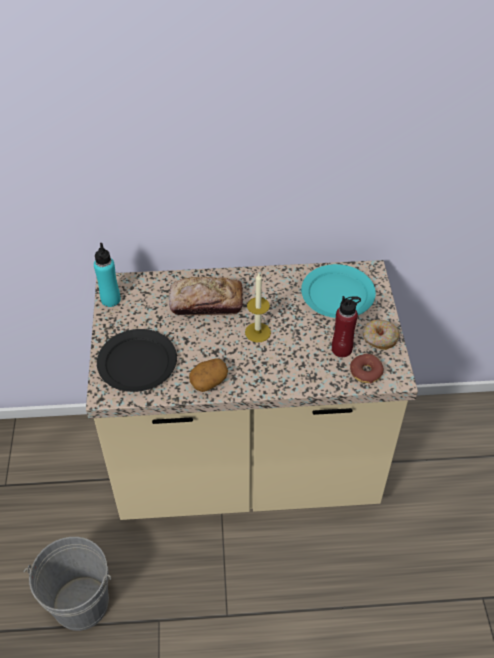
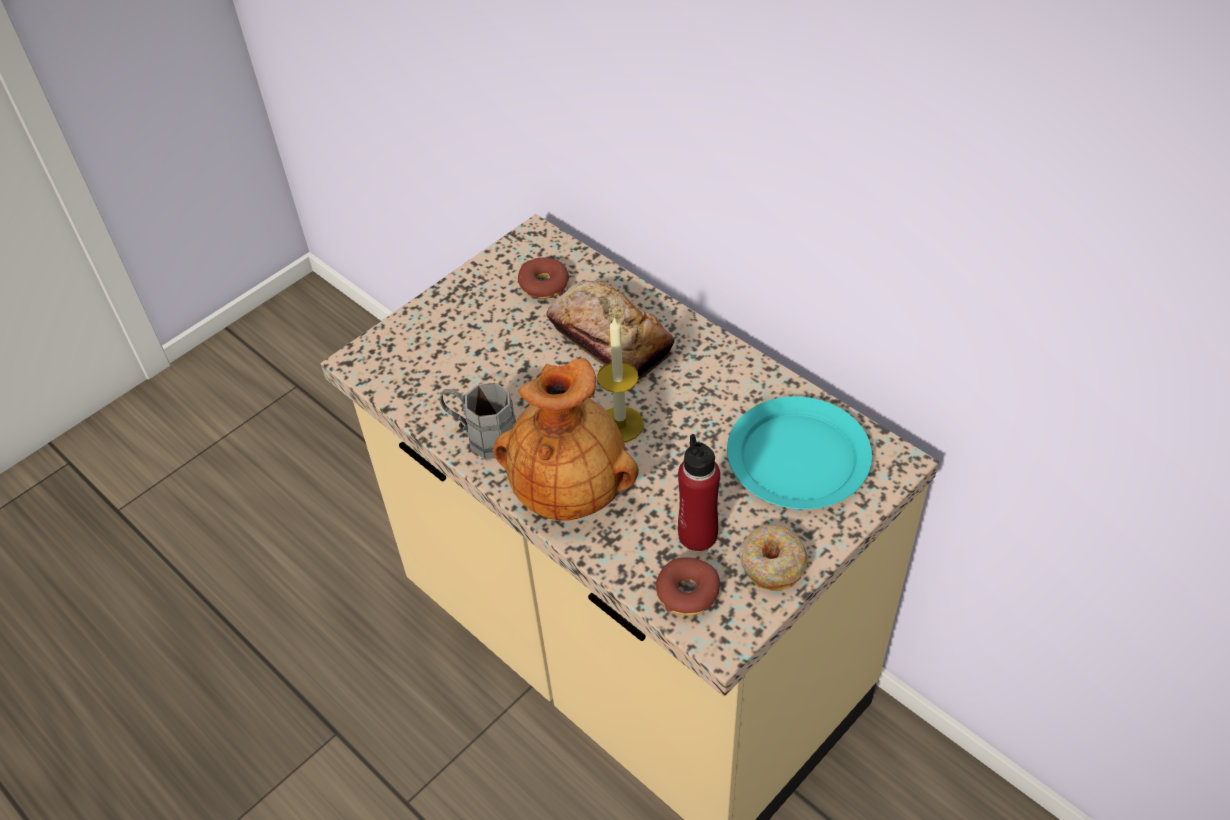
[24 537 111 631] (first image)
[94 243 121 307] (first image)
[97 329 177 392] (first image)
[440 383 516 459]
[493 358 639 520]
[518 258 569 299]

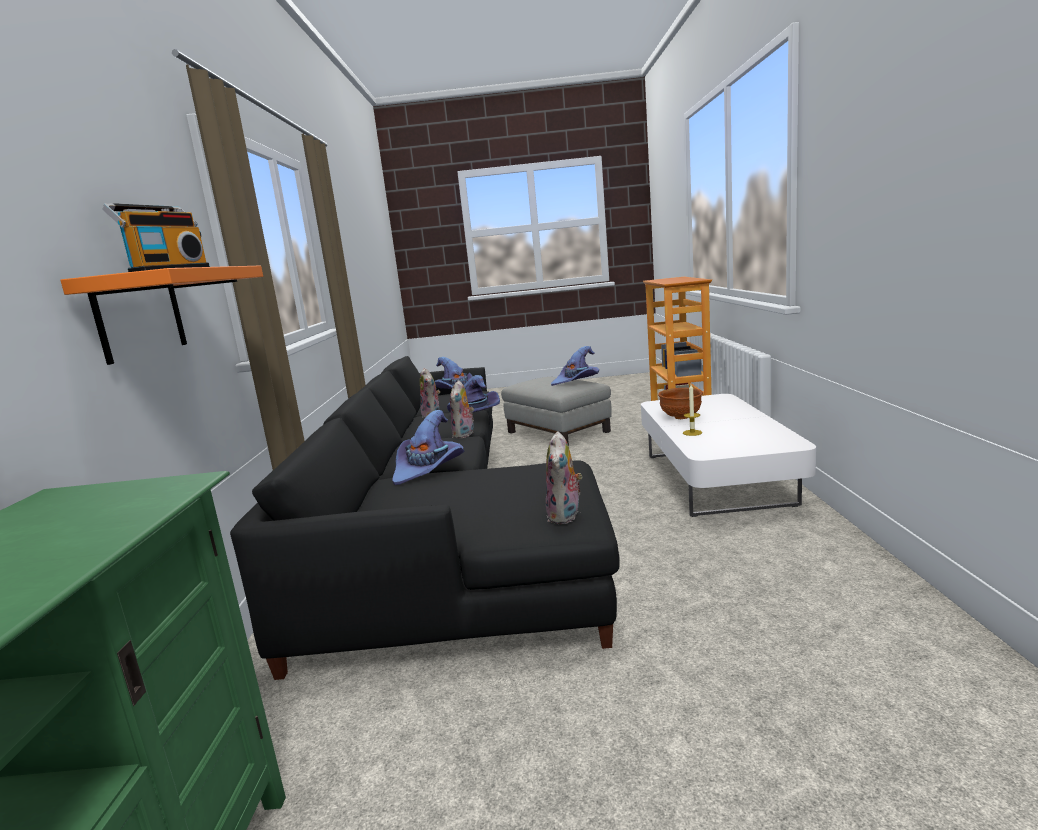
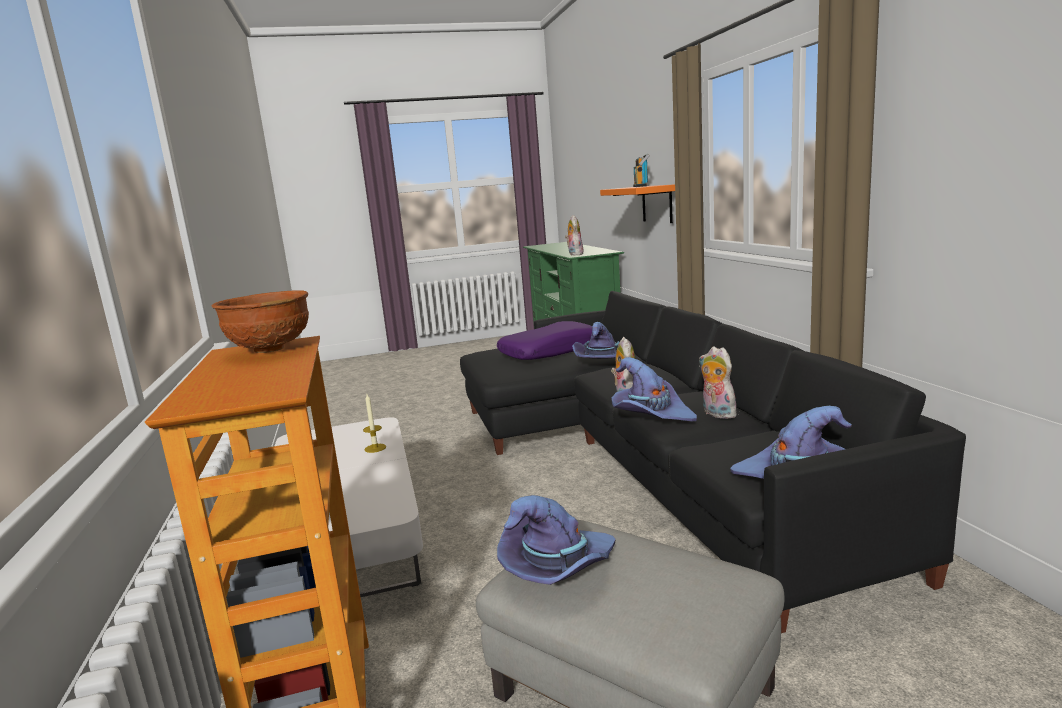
[565 215 583 256]
[212 290 309 353]
[497 321 592 360]

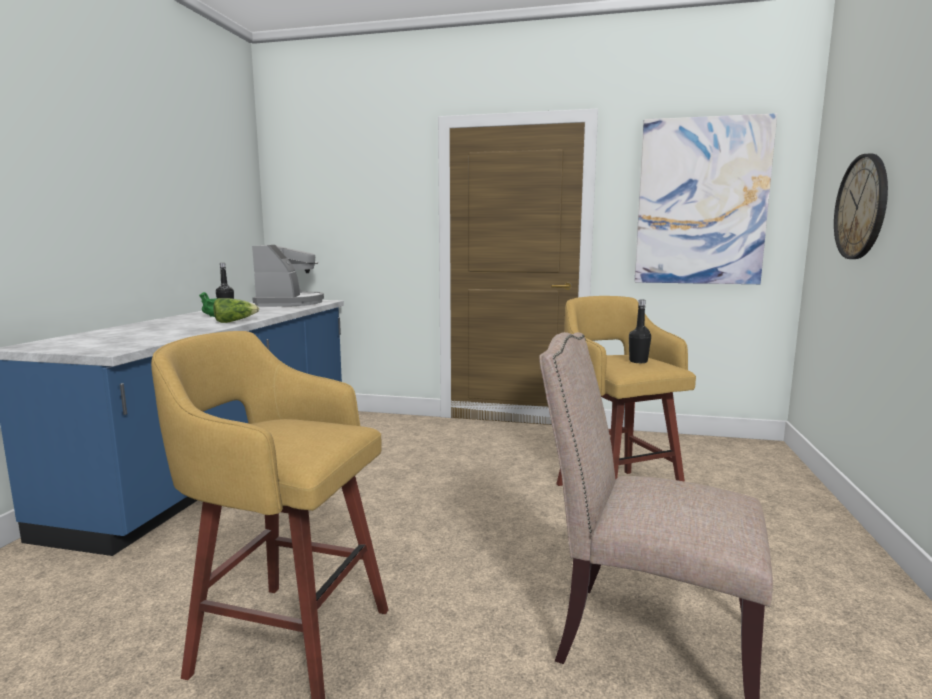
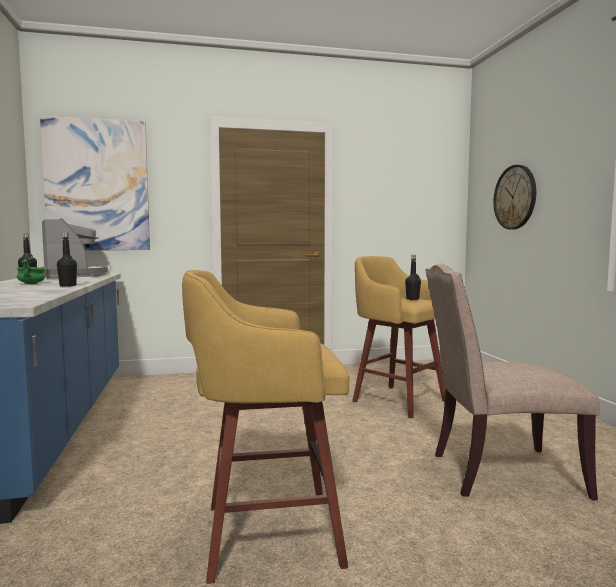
[57 232 77 286]
[40 116 150 250]

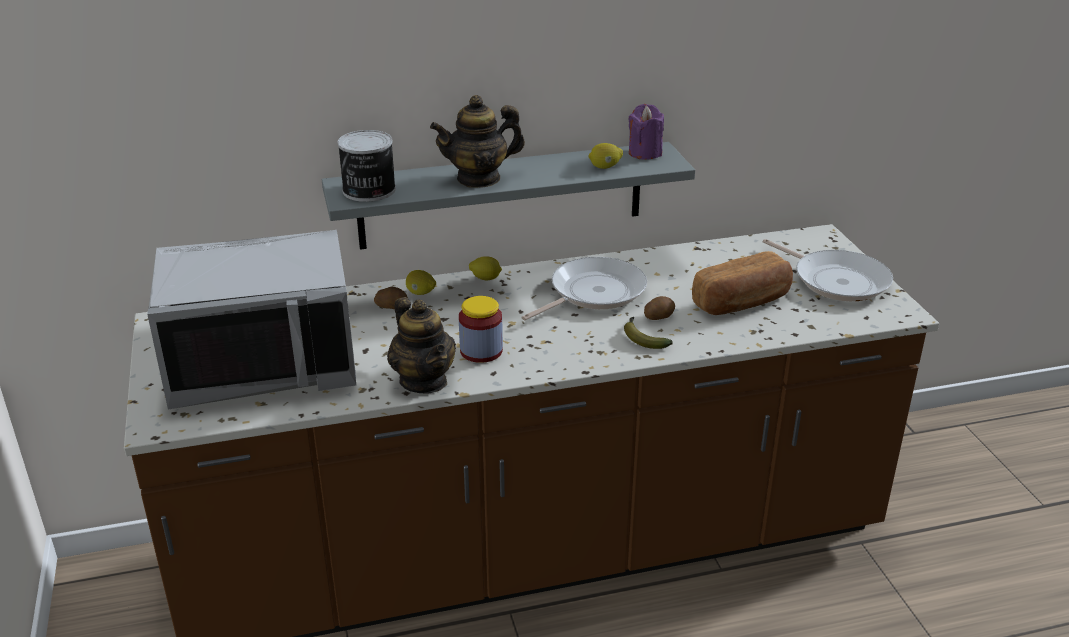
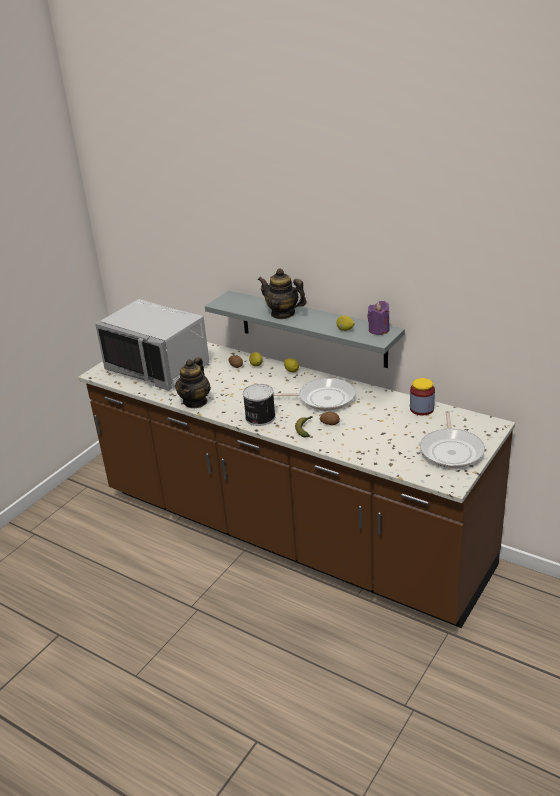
[243 384 276 426]
[410 378 435 415]
[692 251 793 315] (first image)

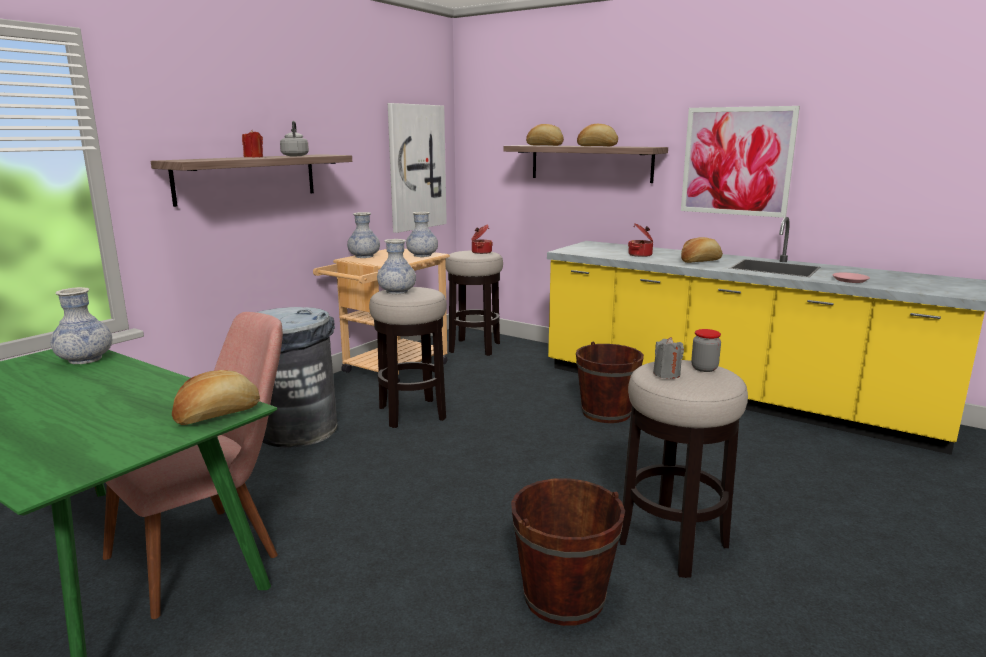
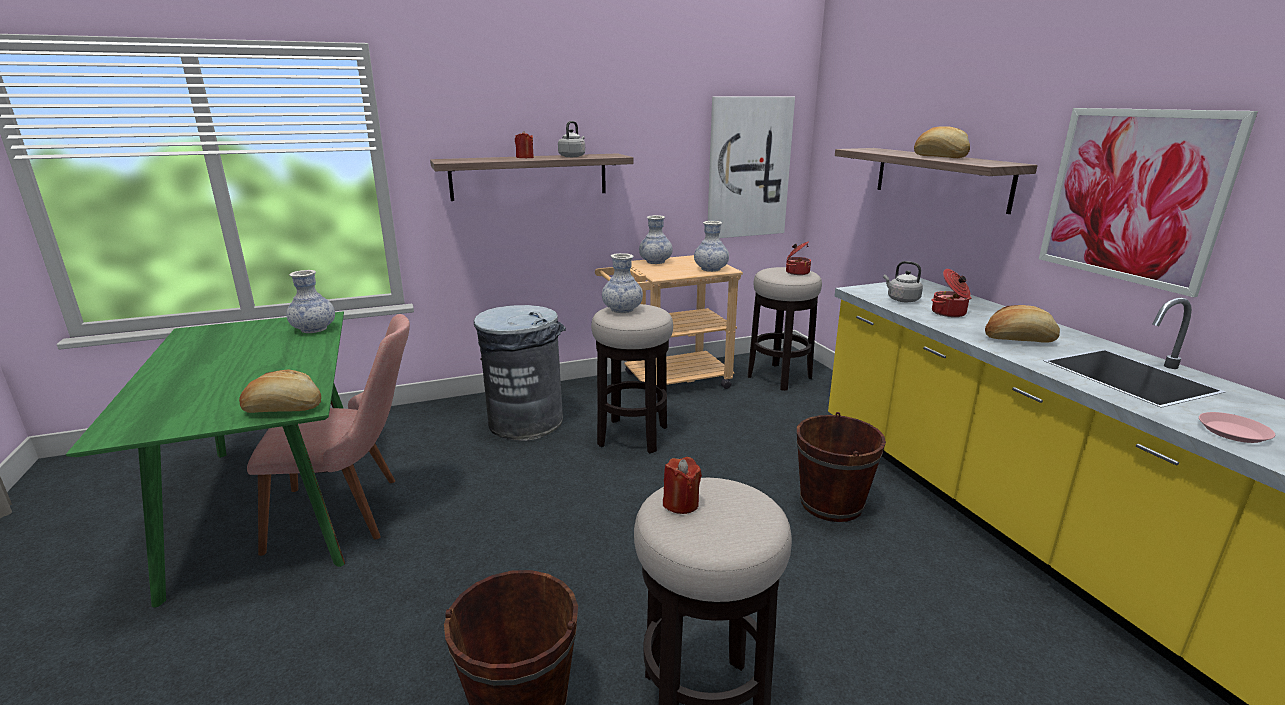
[526 124 564 146] (first image)
[663 457 702 514]
[691 329 721 372] (first image)
[883 261 923 302]

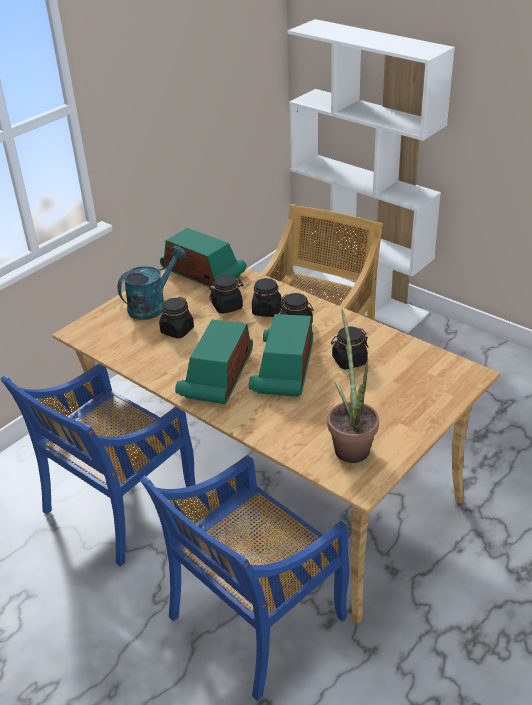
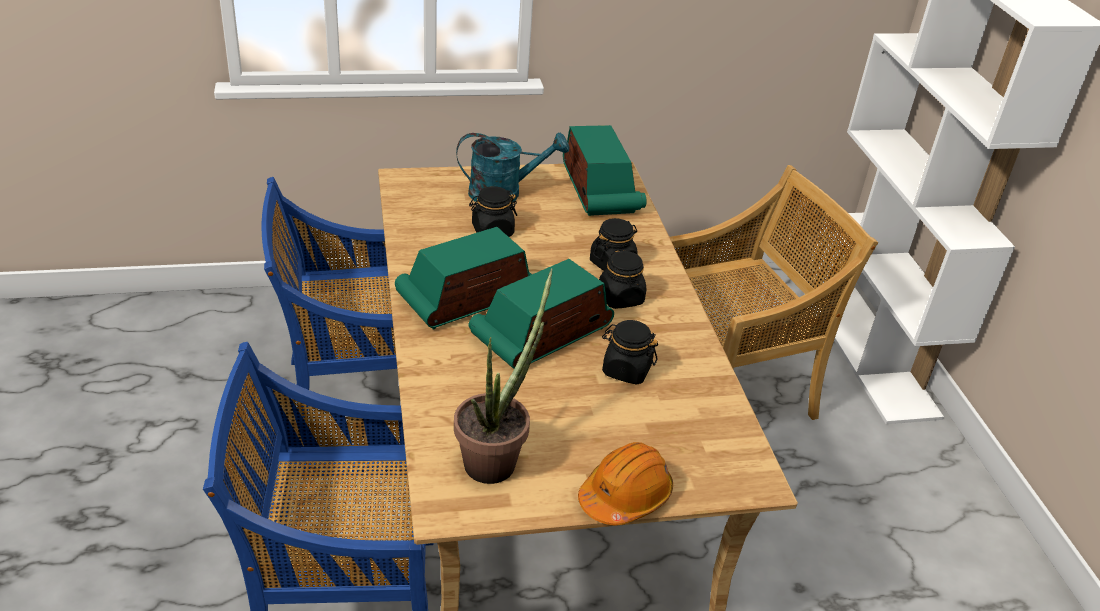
[209 275 243 314] (first image)
[578 442 673 525]

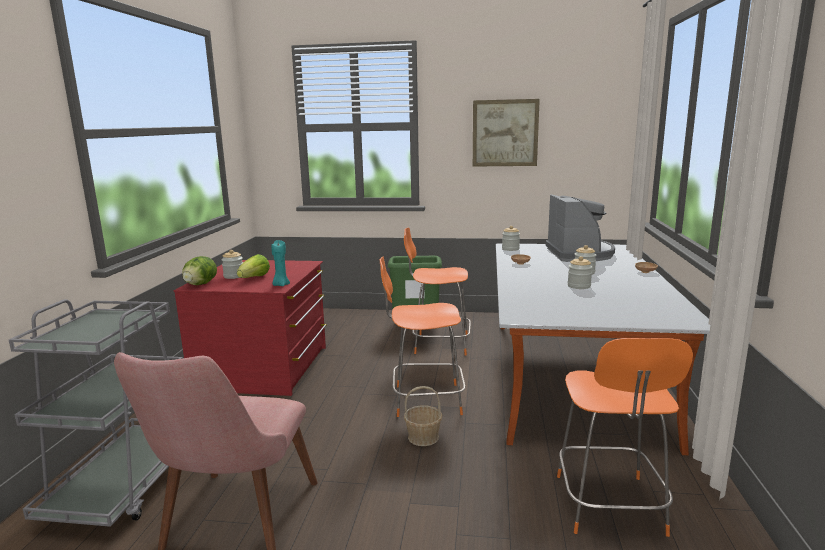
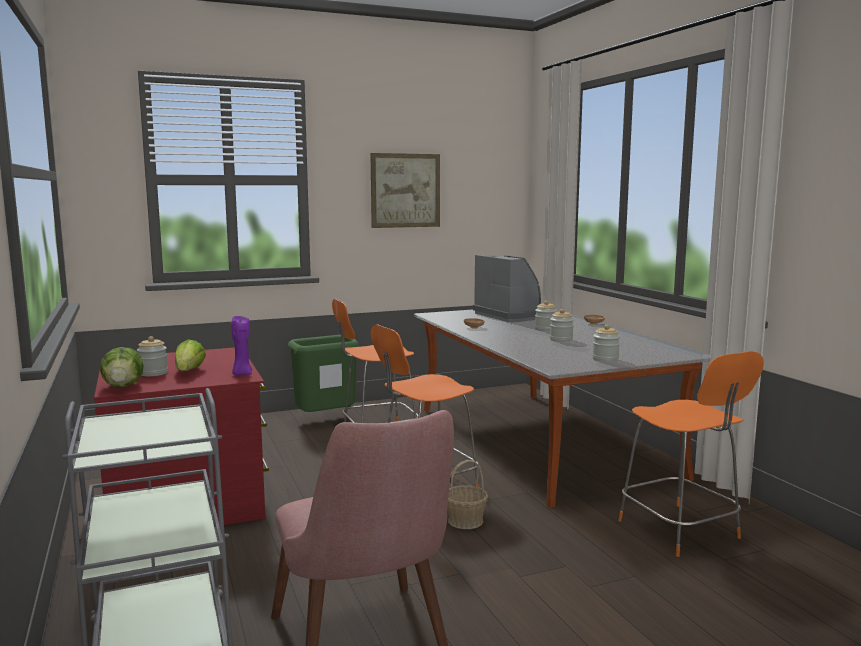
[231 316 252 375]
[592 325 620 362]

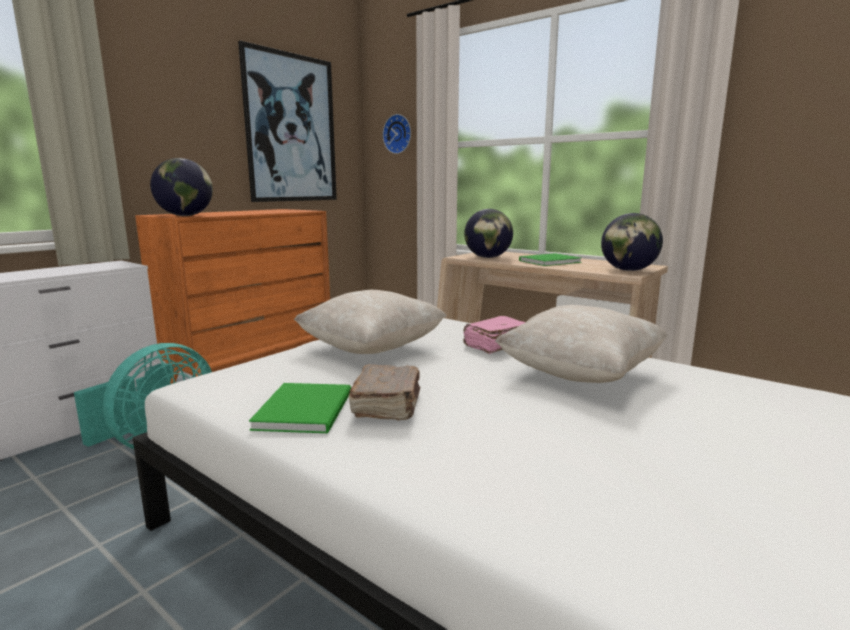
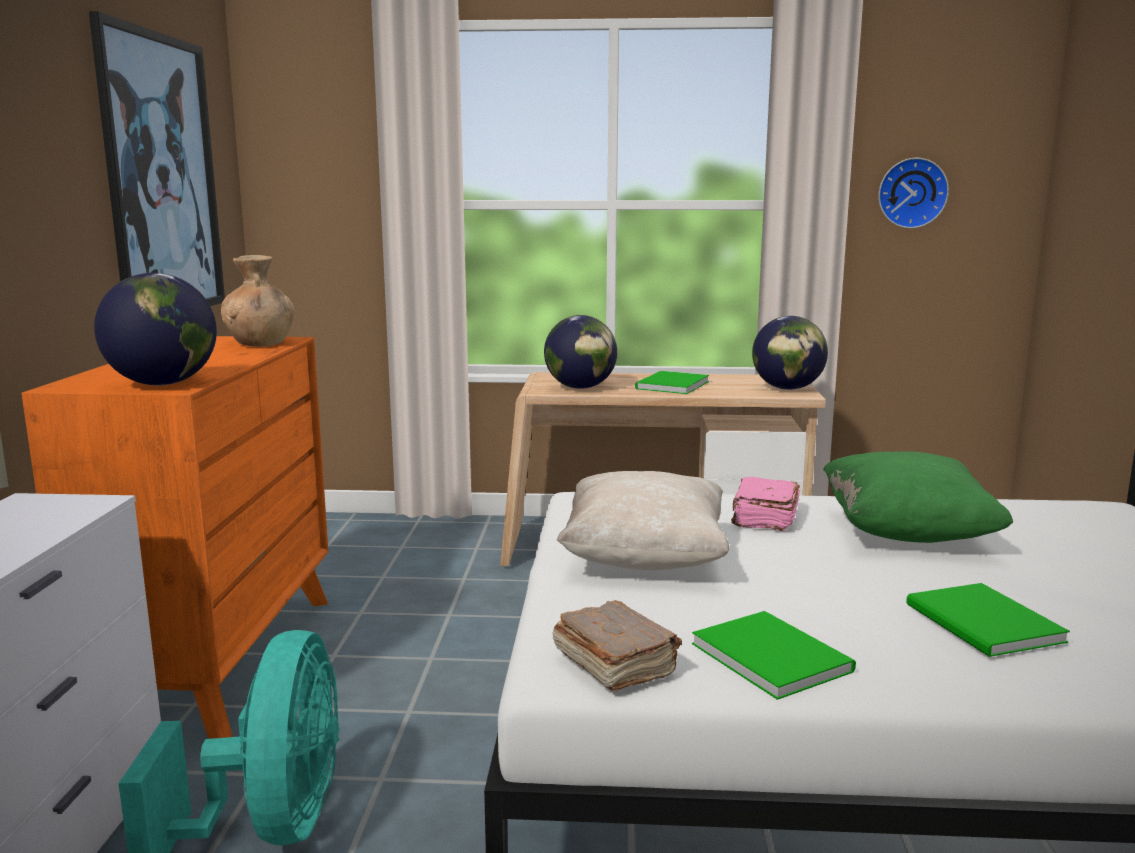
[552 600 682 691]
[878 158 949 229]
[823 451 1013 543]
[221 255 295 347]
[906 583 1070 657]

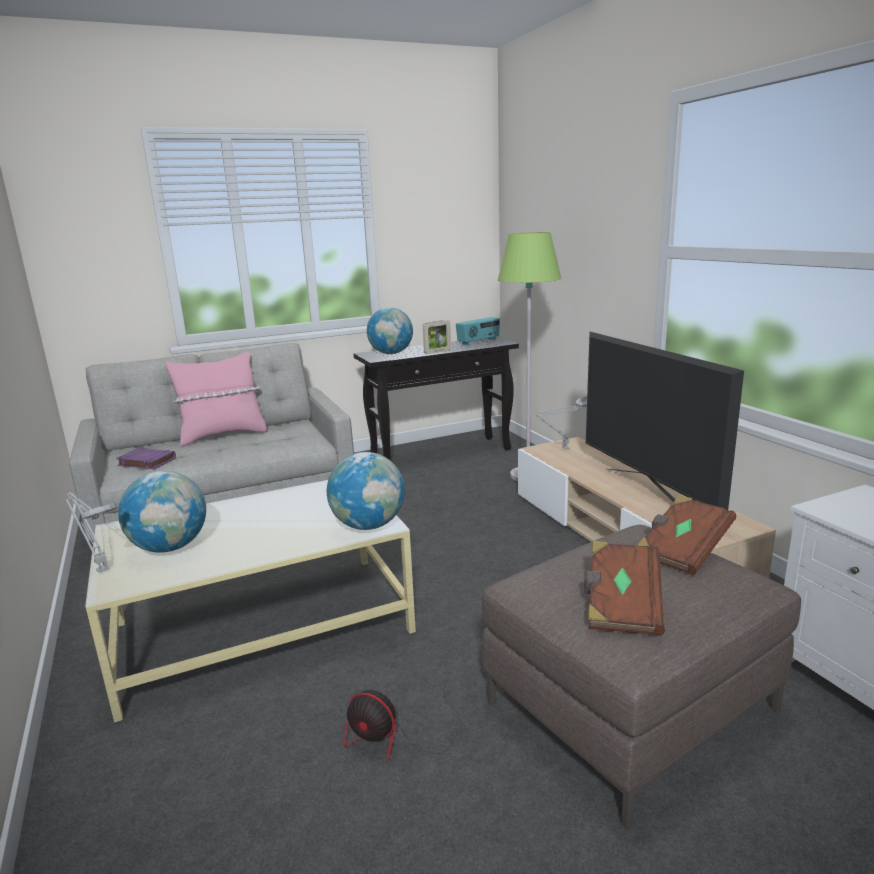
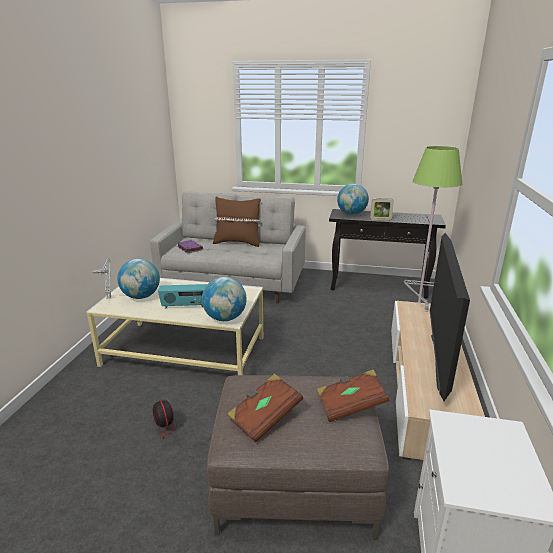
[213 197 261 247]
[158 284 207 308]

